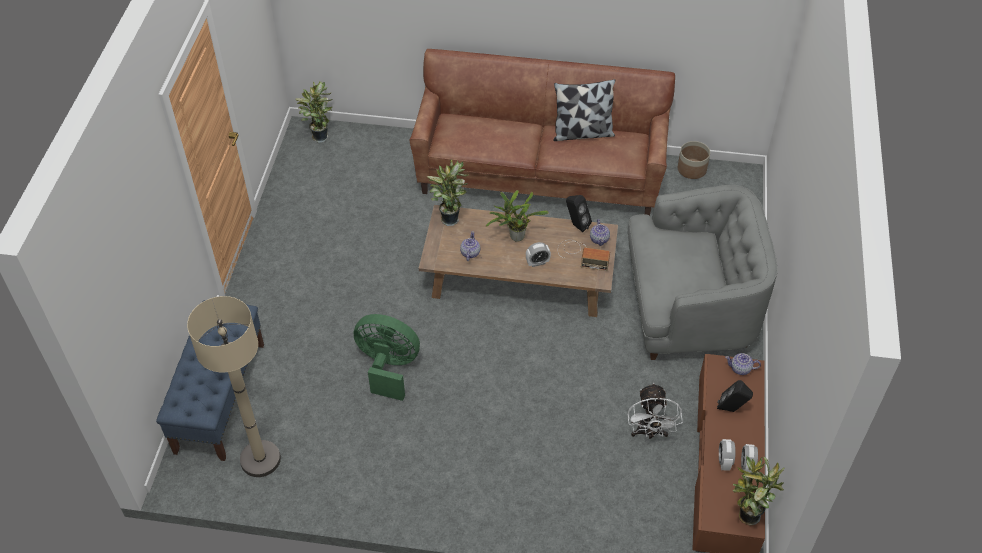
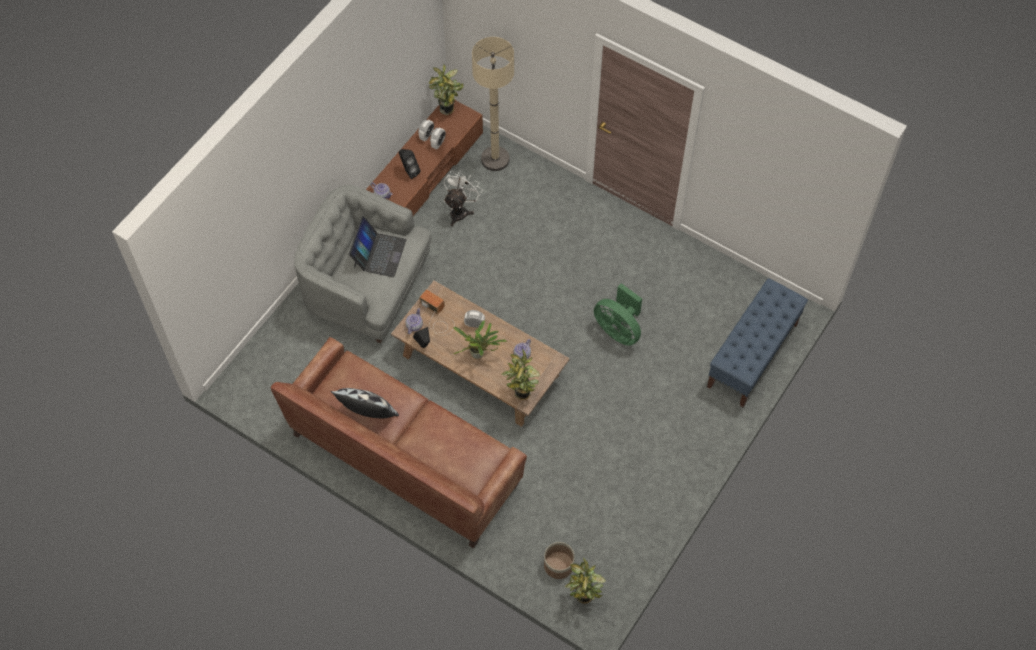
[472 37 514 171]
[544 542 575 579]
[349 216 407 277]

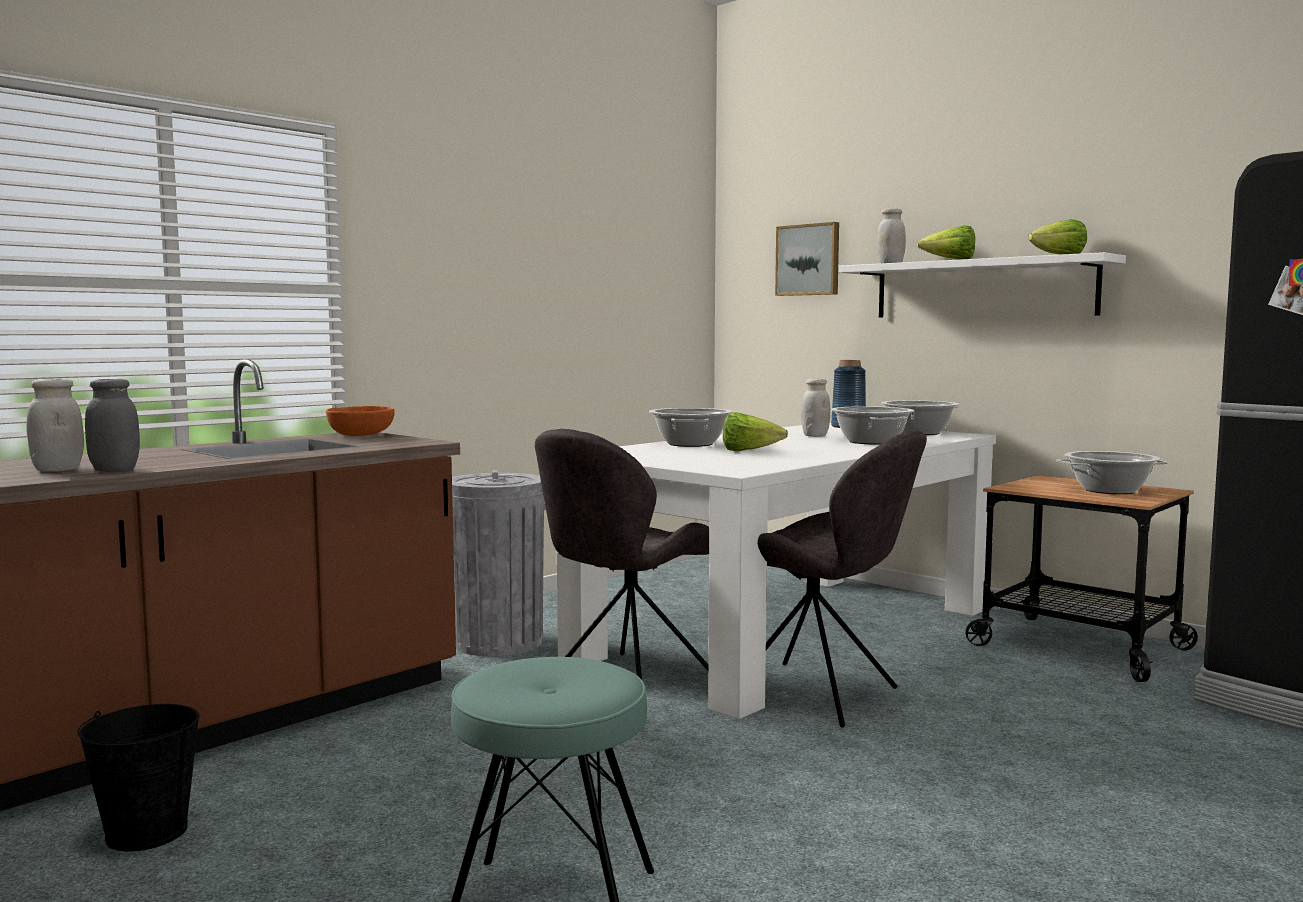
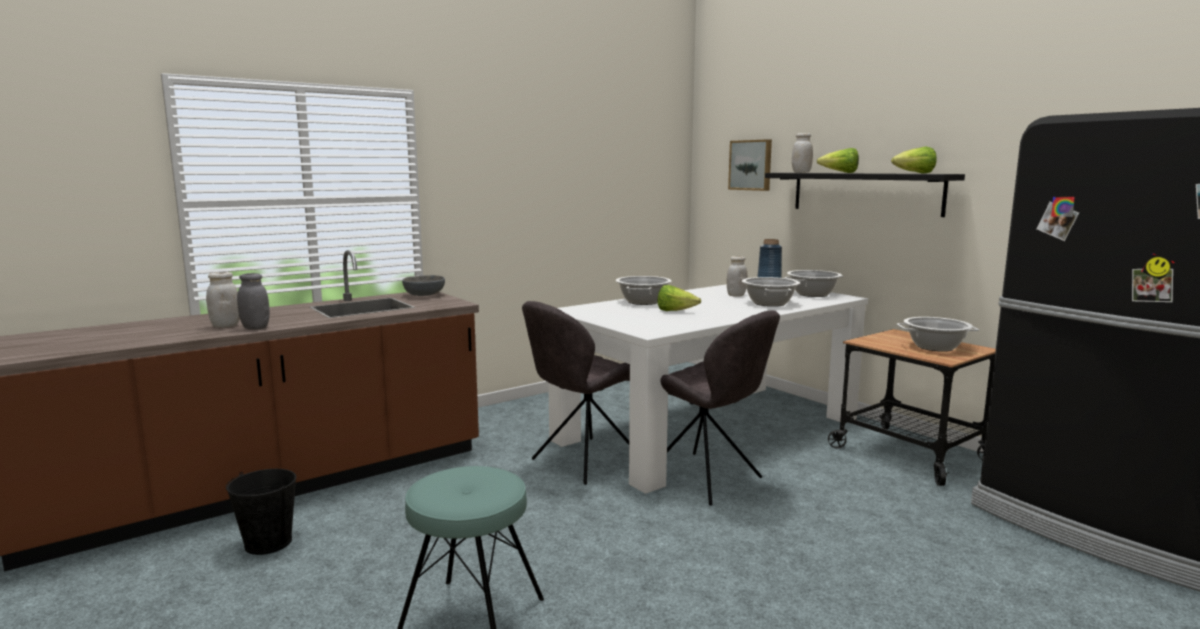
[402 275 445 296]
[452 470 546 657] (first image)
[765 173 965 217]

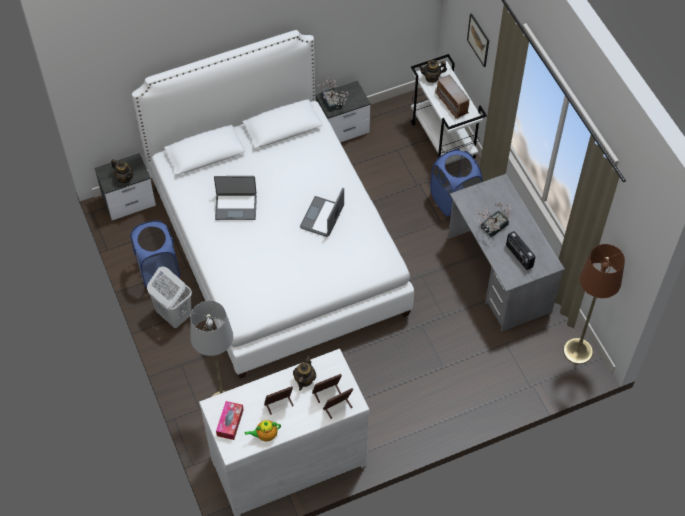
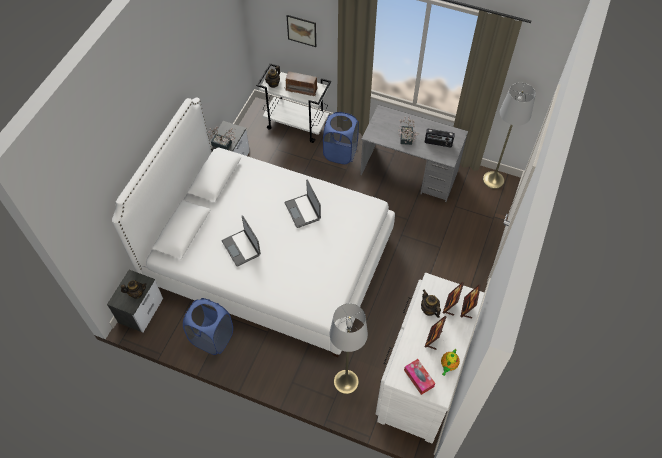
[147 266 192 328] (first image)
[222 215 261 267]
[483 83 536 189]

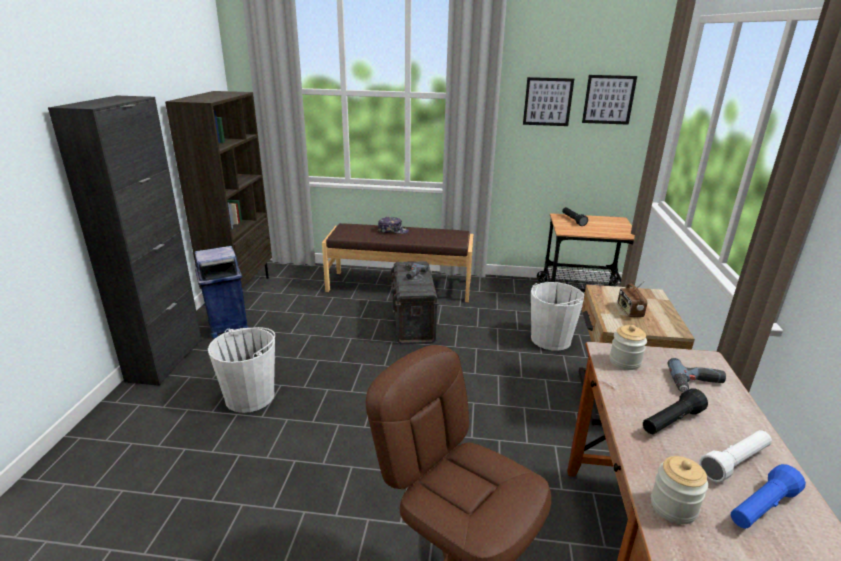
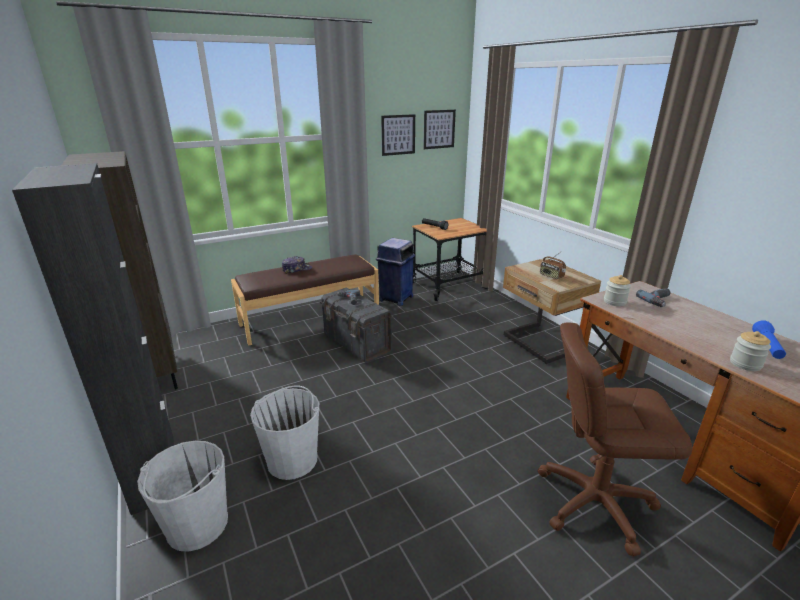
[376 238 415 306]
[137 441 228 552]
[643 388 708 434] (first image)
[699 430 772 482] (first image)

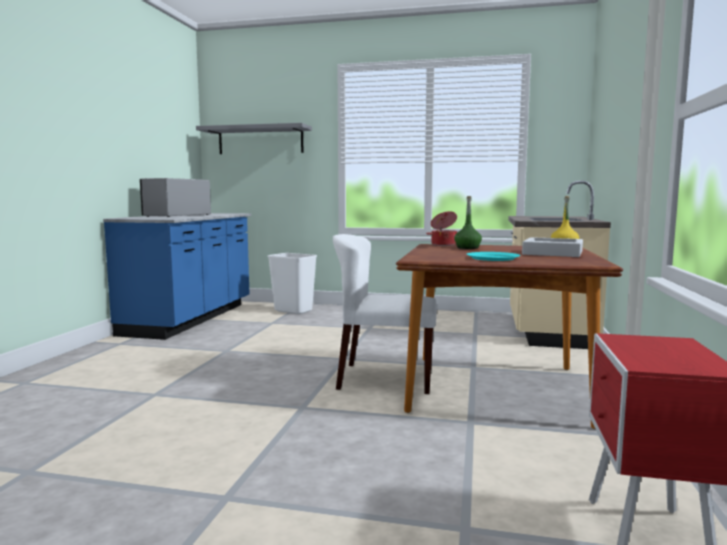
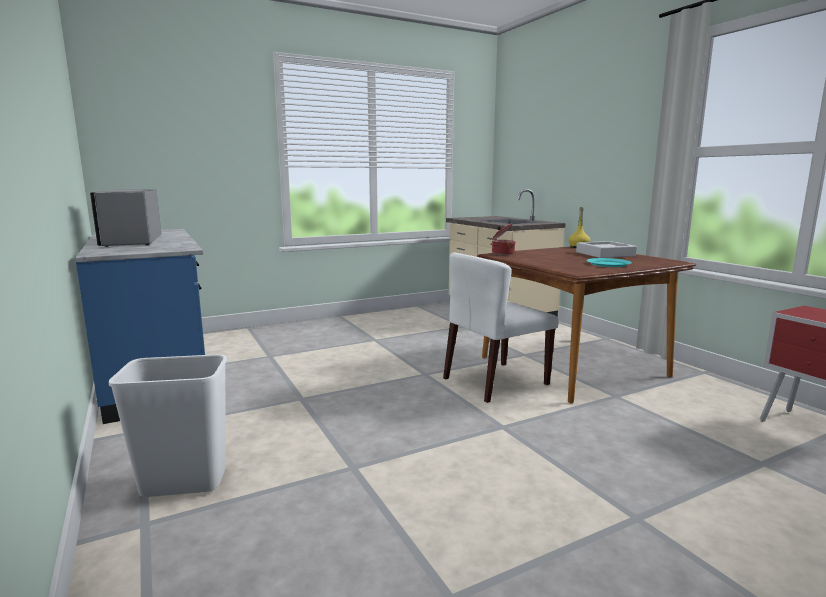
[196 123 312 154] (first image)
[109 354 227 497]
[454 196 482 249] (first image)

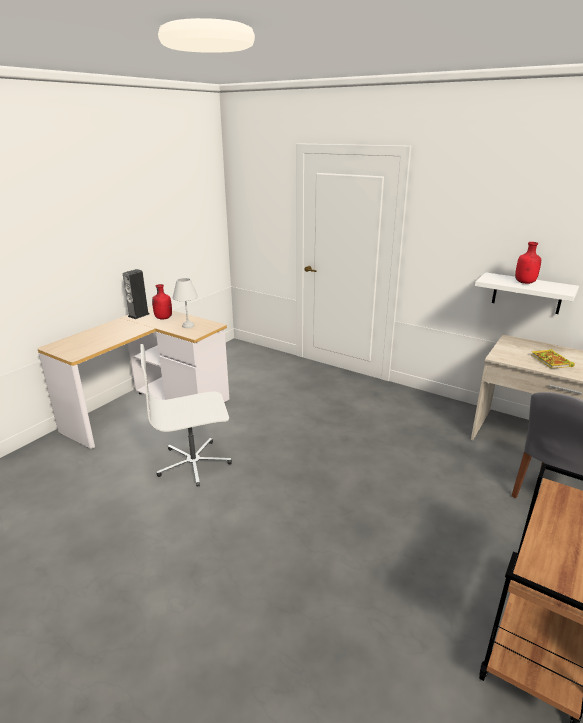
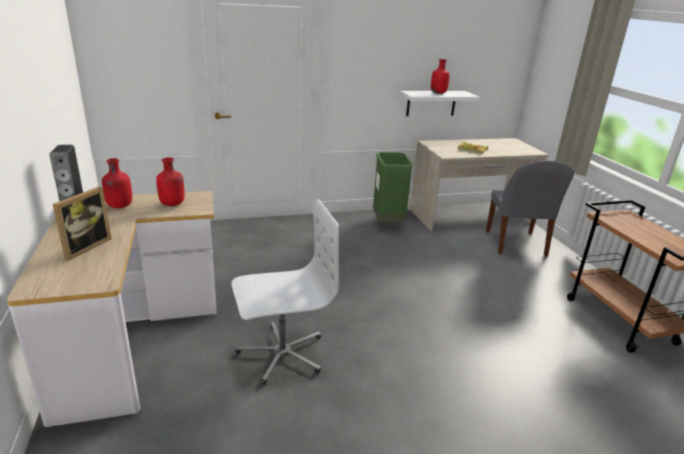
[231 199 339 385]
[156 157 185 206]
[53 187 112 261]
[373 152 414 222]

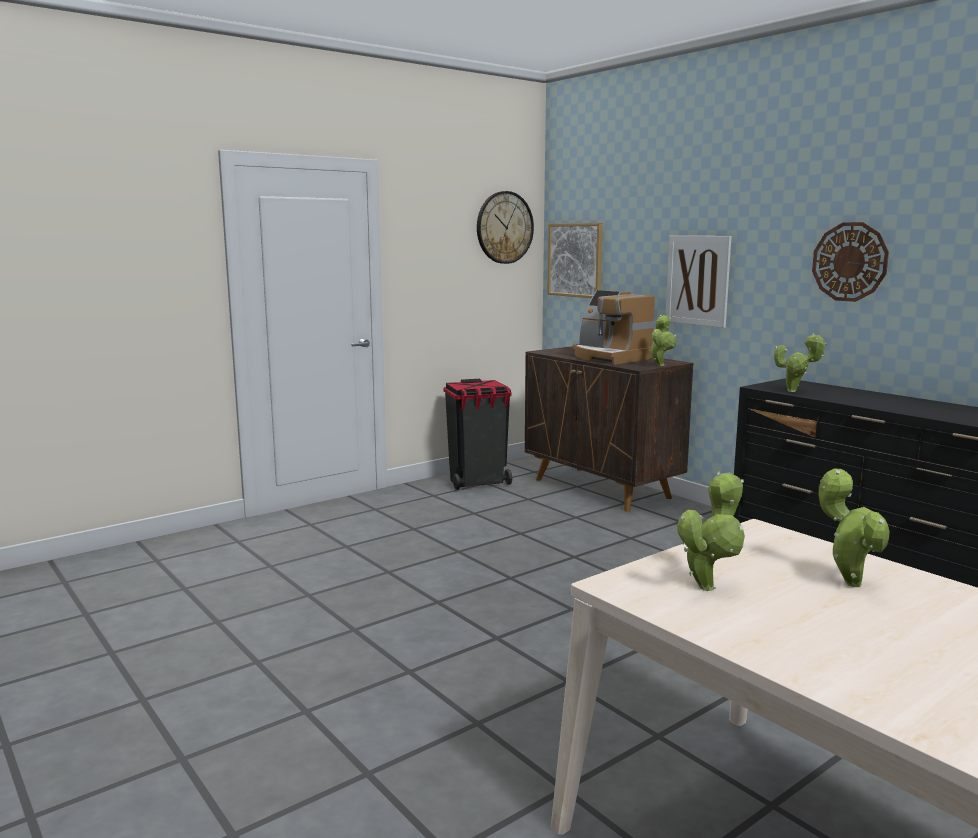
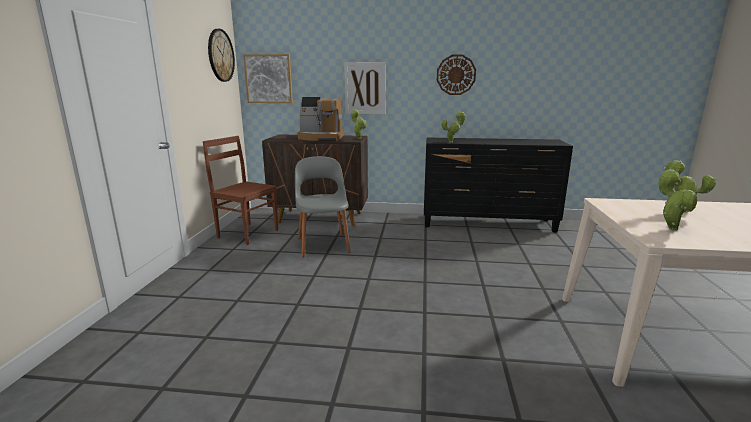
[203 136 278 245]
[295 156 351 257]

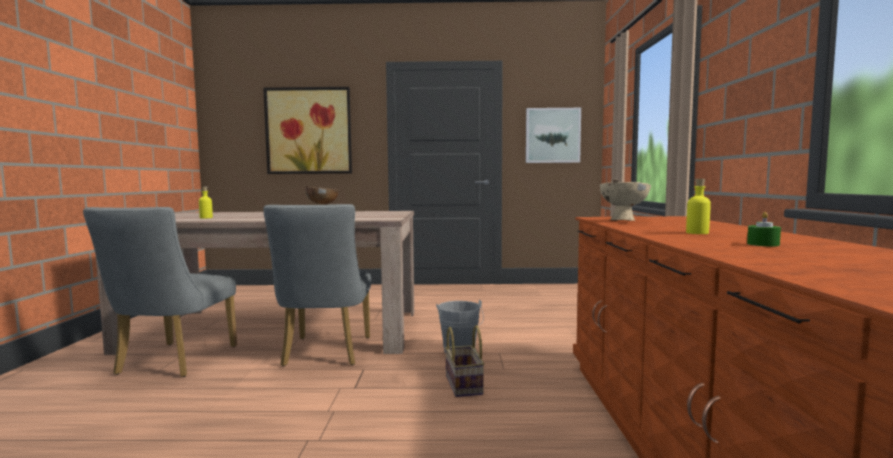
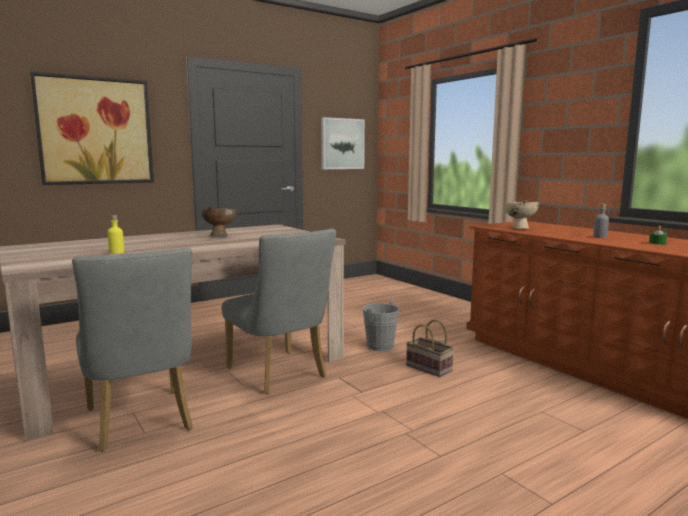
[593 204 609 238]

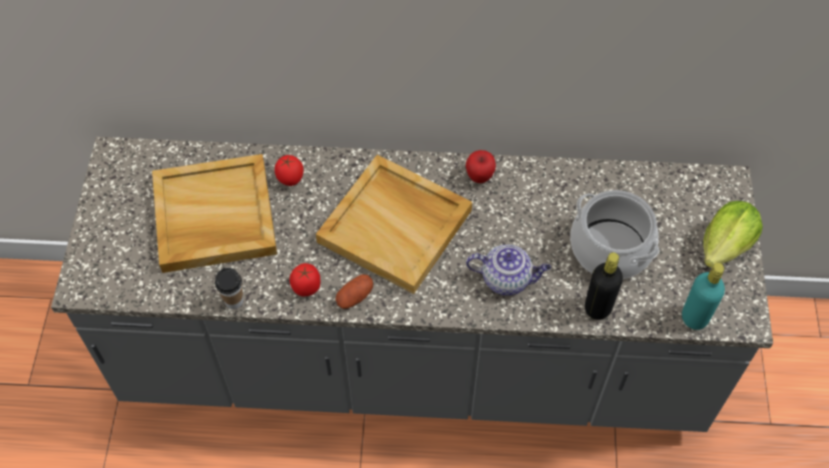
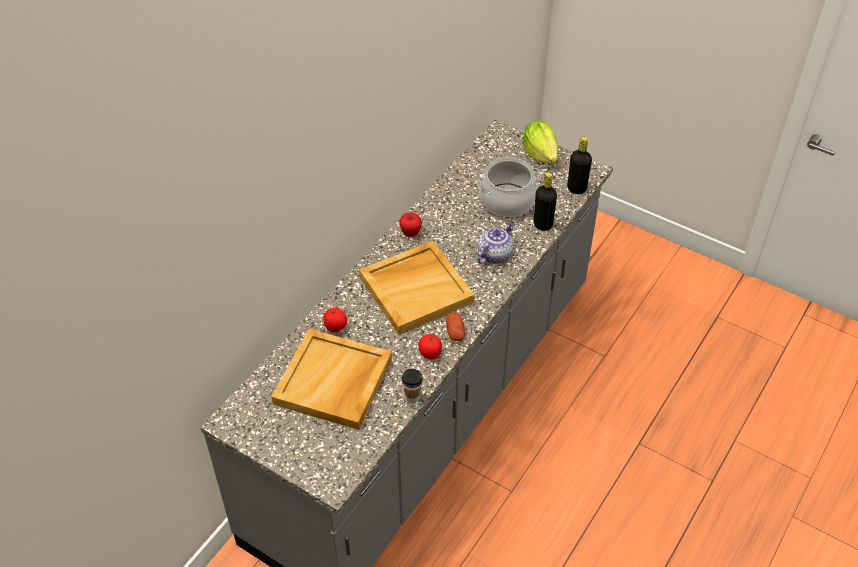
[567 136 592 194]

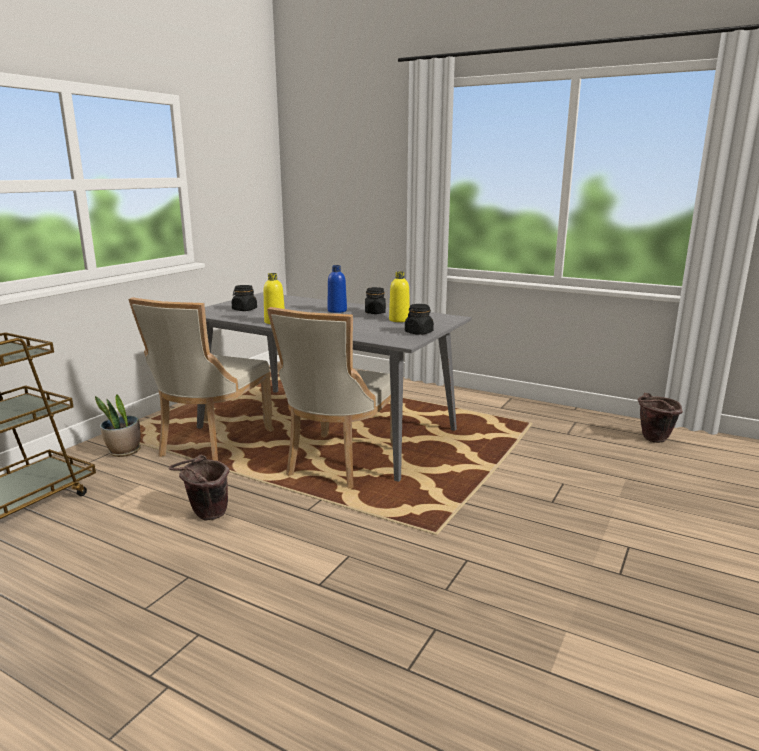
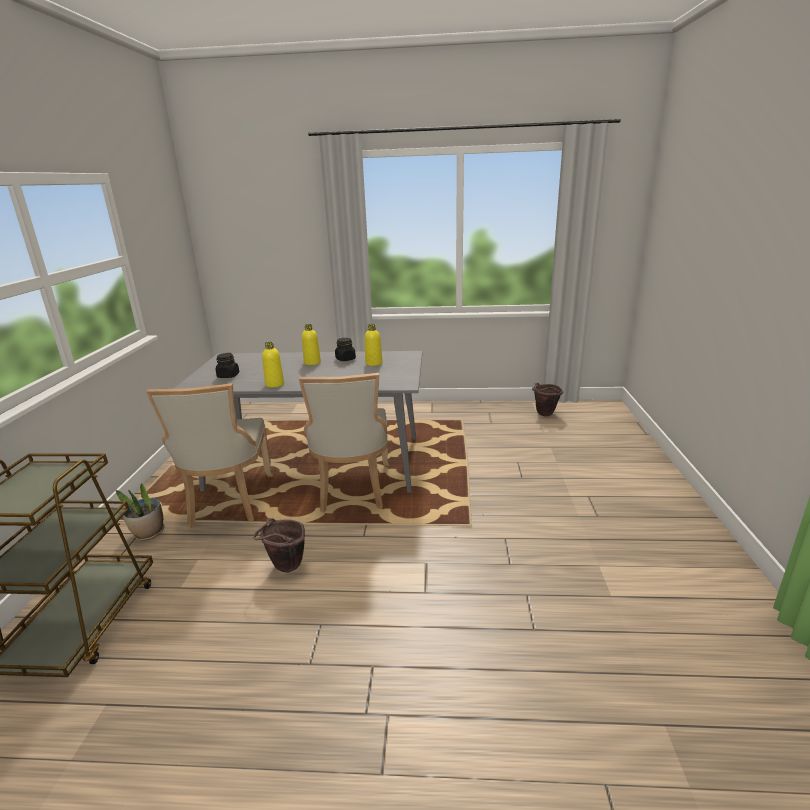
[302 324 321 365]
[405 304 434 335] (first image)

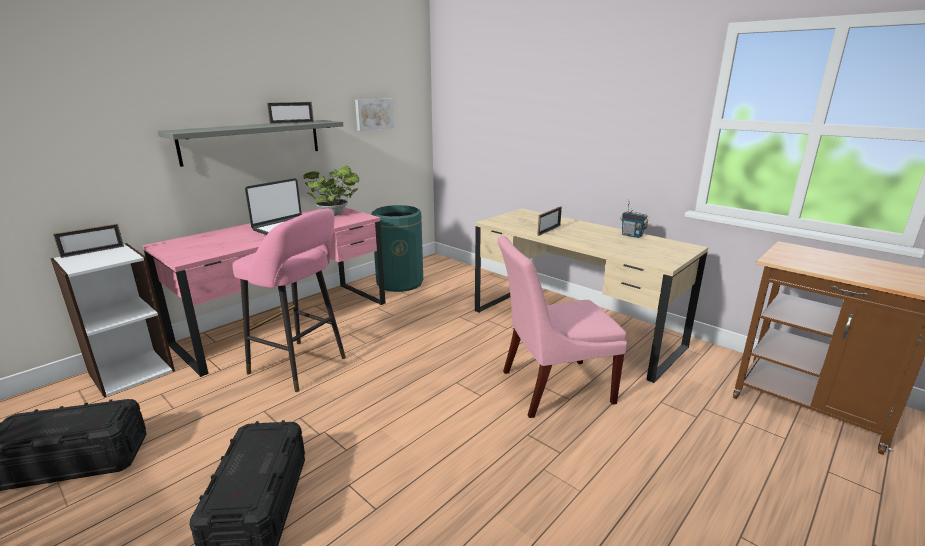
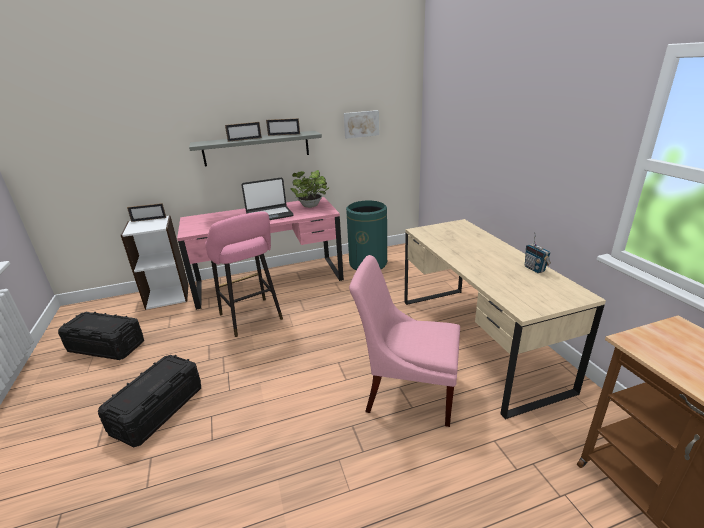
[225 122 262 142]

